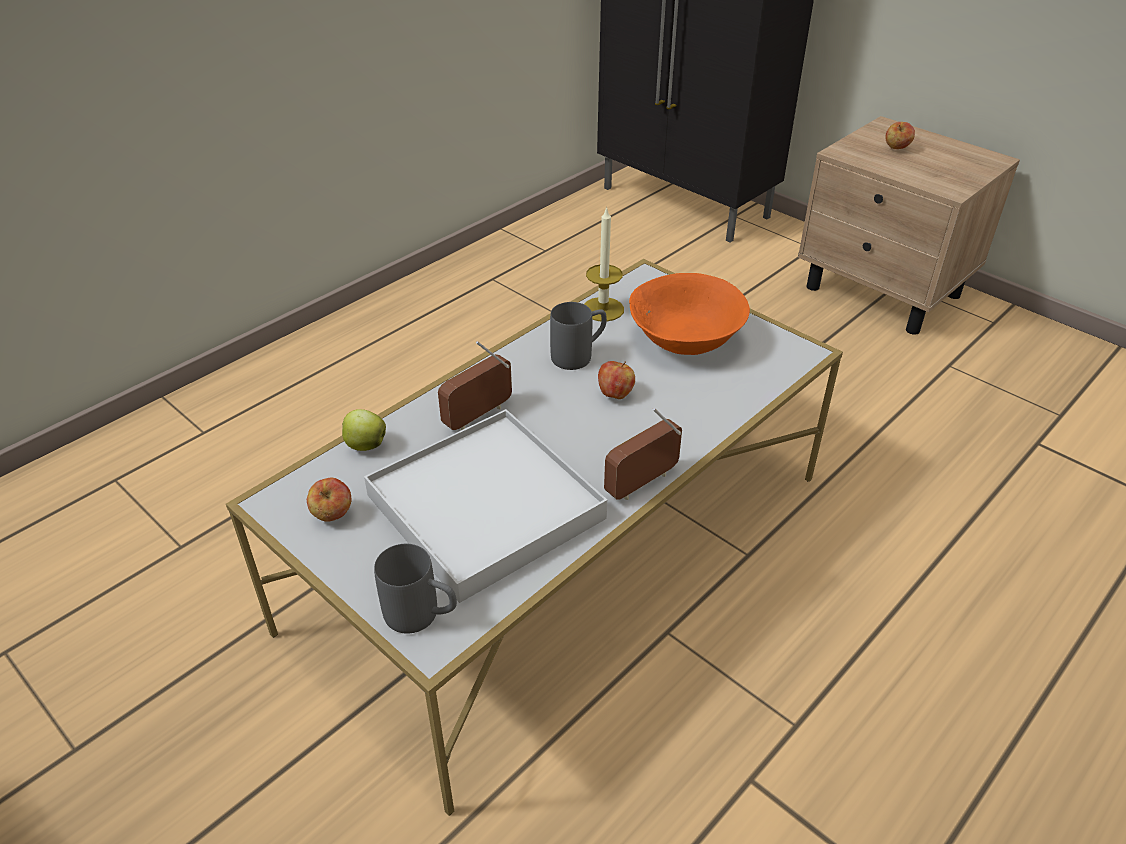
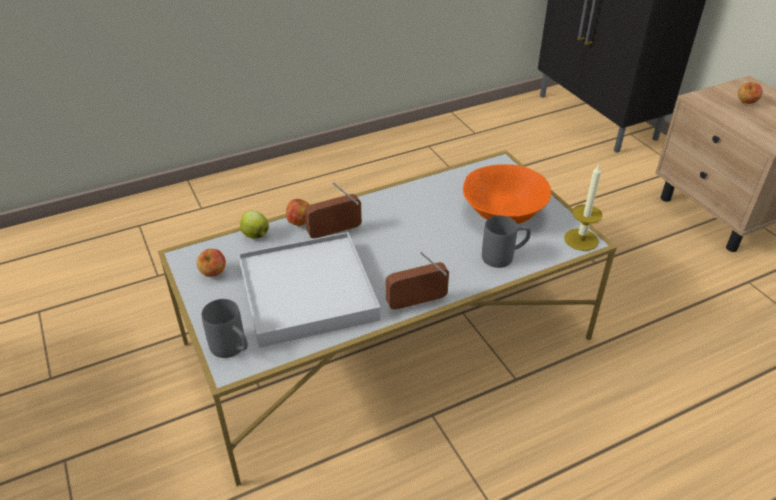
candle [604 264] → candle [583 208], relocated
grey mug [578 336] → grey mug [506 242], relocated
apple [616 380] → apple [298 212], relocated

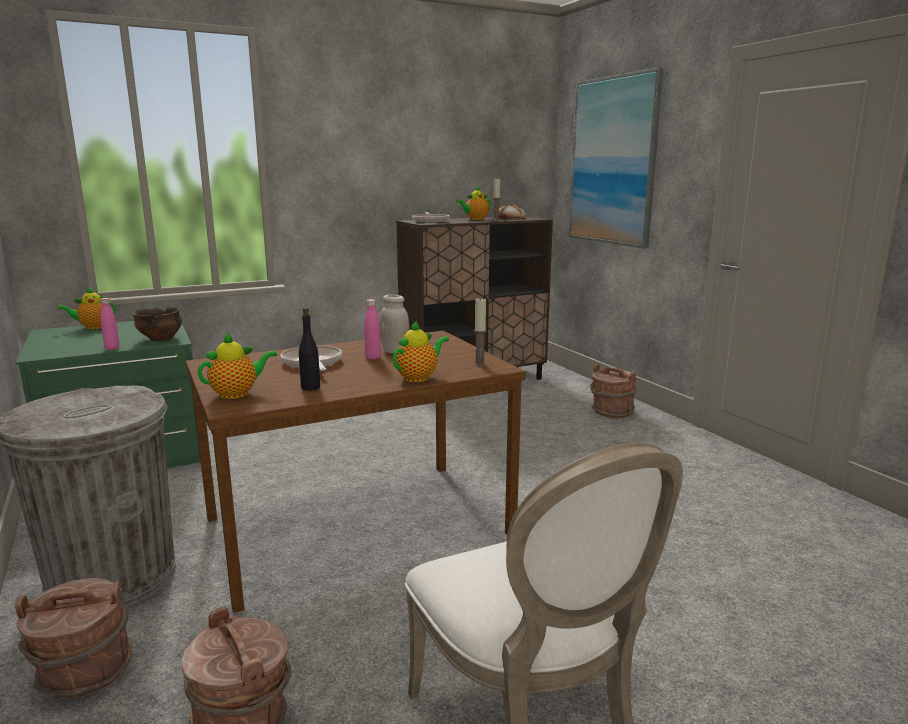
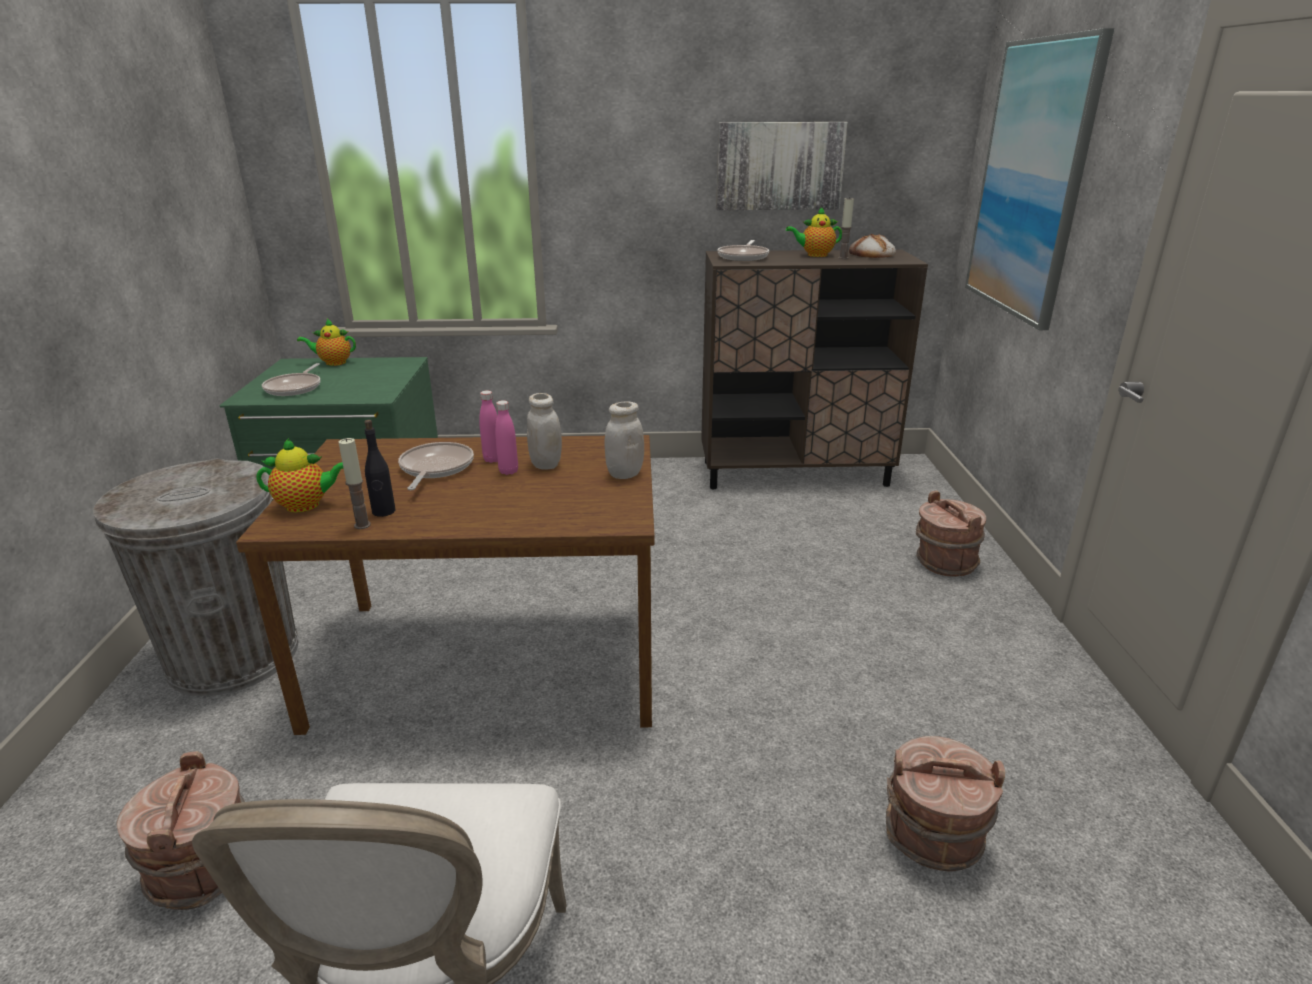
candle [480 331] → candle [354 483], relocated
pink bottle [109 324] → pink bottle [488 427], relocated
bowl [157 324] → -
teapot [420 351] → -
brown bucket [73 638] → brown bucket [945 804], relocated
- → picture [782 166]
- → frying pan [291 379]
- → white jar [624 440]

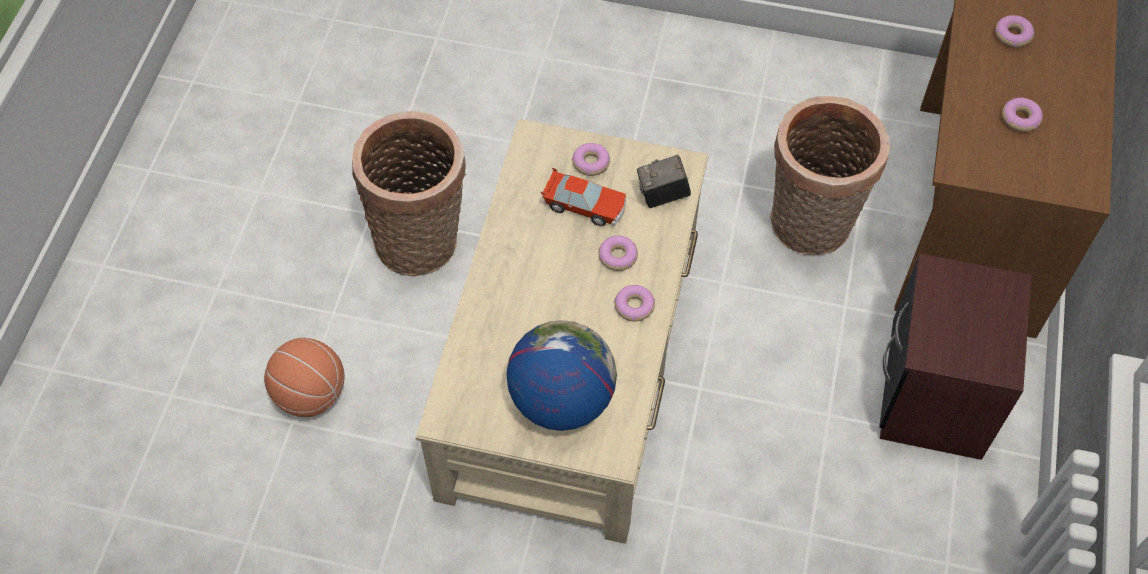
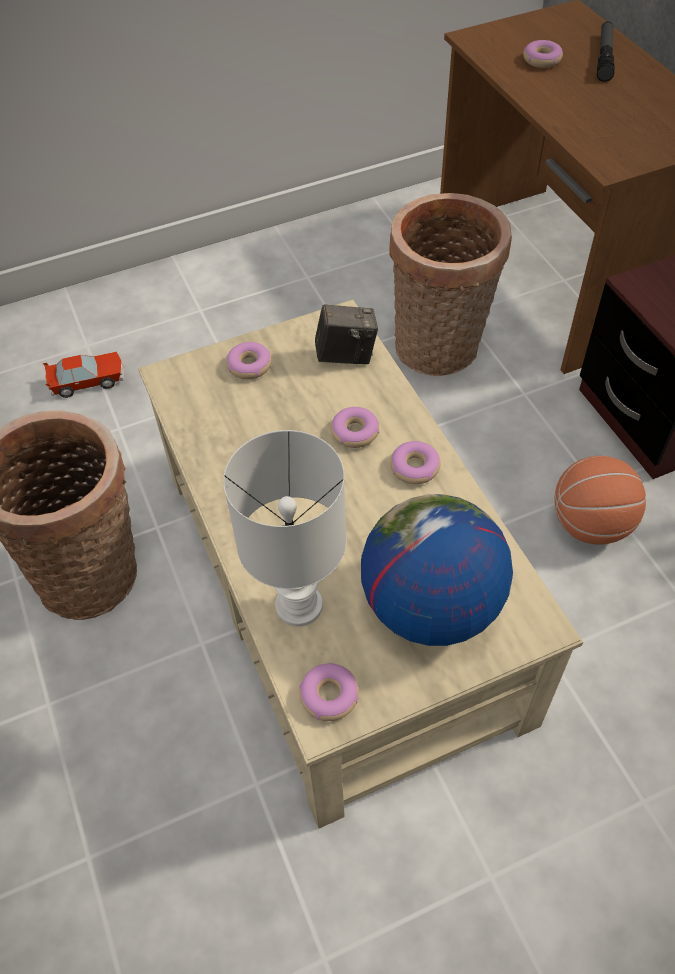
donut [1022 115] → donut [329 692], relocated
photo camera [664 181] → photo camera [346 334], 135 degrees counterclockwise
toy car [583 197] → toy car [83 375], relocated
basketball [304 377] → basketball [600 500], relocated
- → flashlight [605 51]
- → white table lamp [284 528]

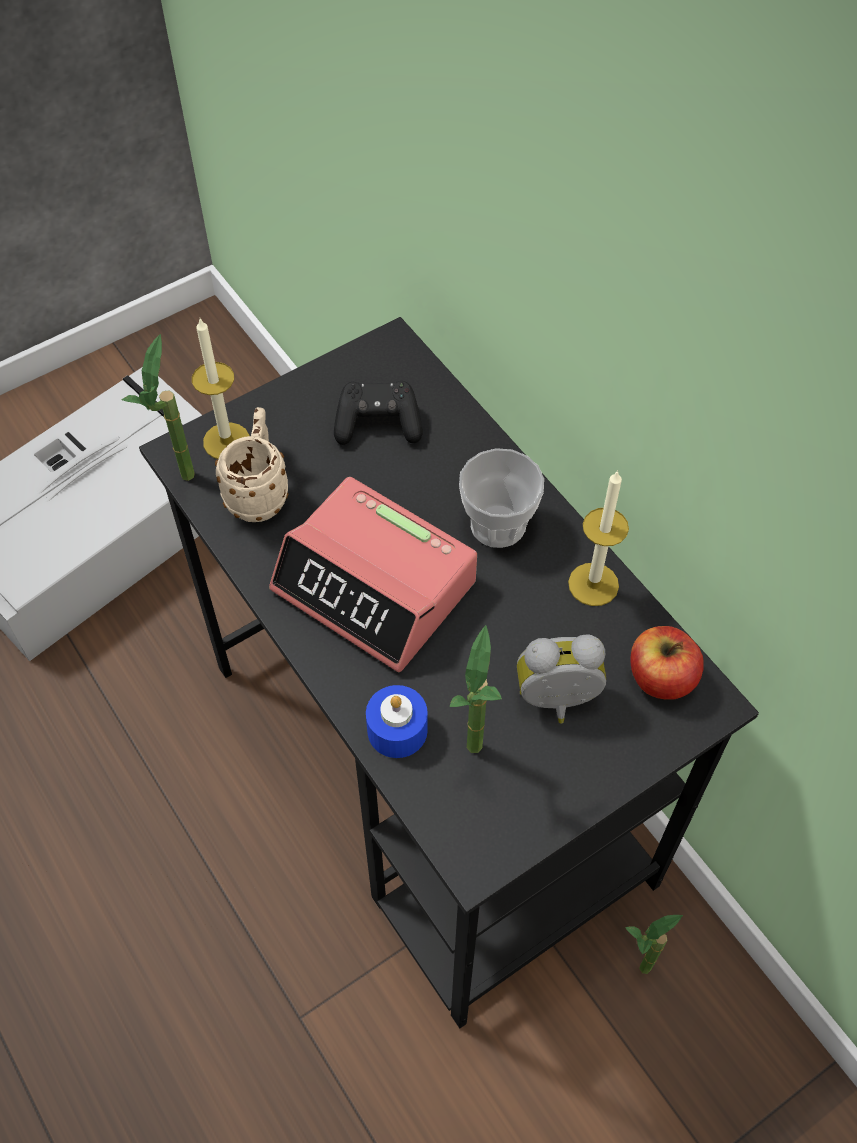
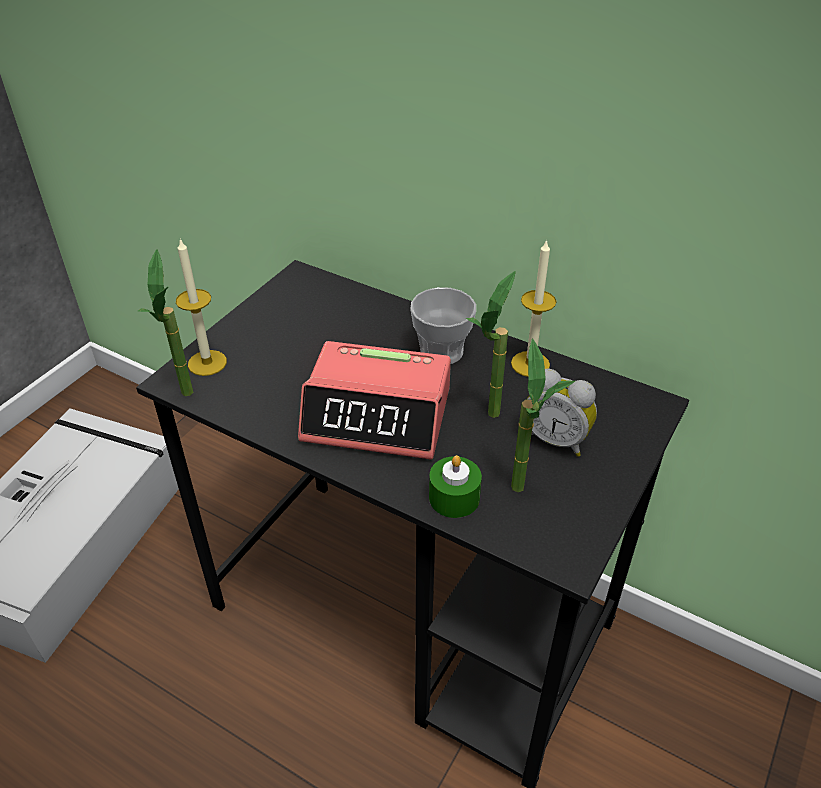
black game controller [378 413] → -
beige mug [251 464] → -
apple [667 663] → -
alarm clock [561 678] → alarm clock [562 413], 120 degrees counterclockwise
blue candle [397 721] → green candle [455 486]
potted plant [654 944] → potted plant [491 344], relocated

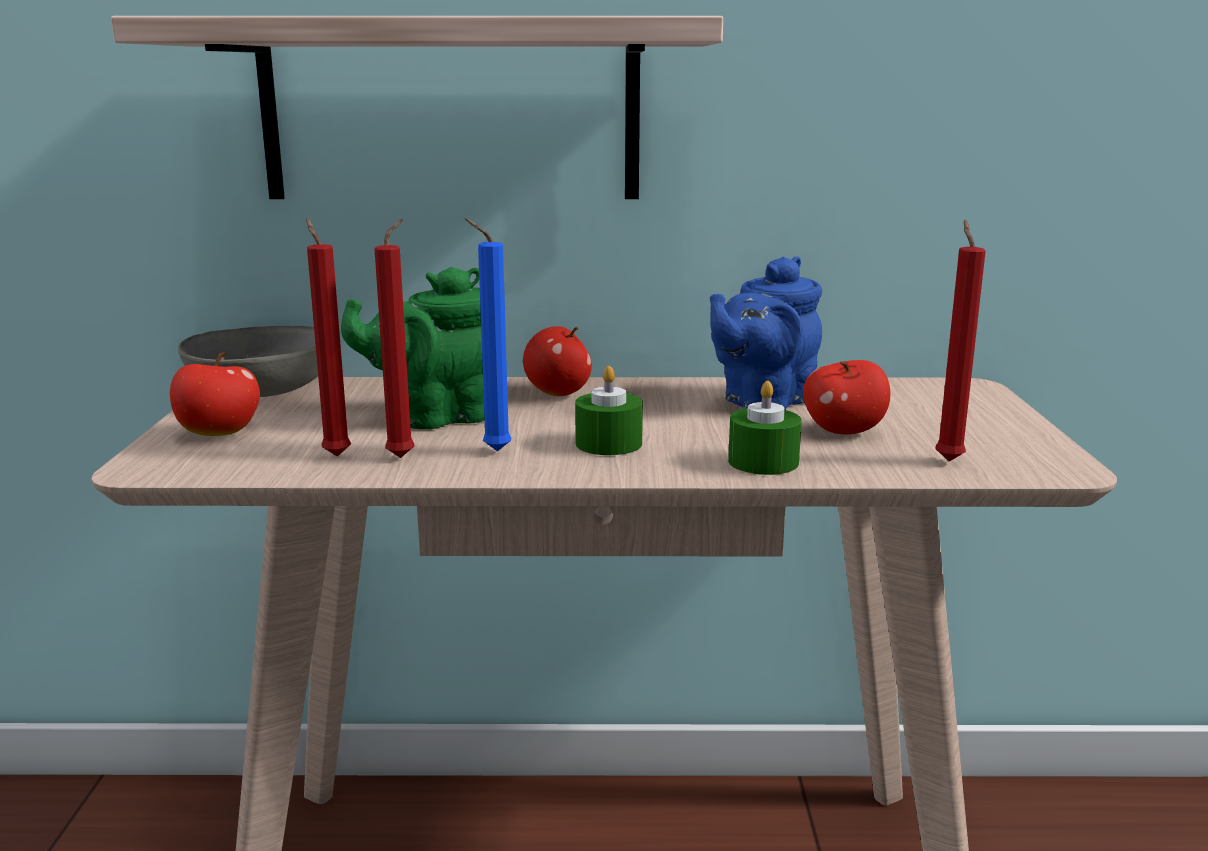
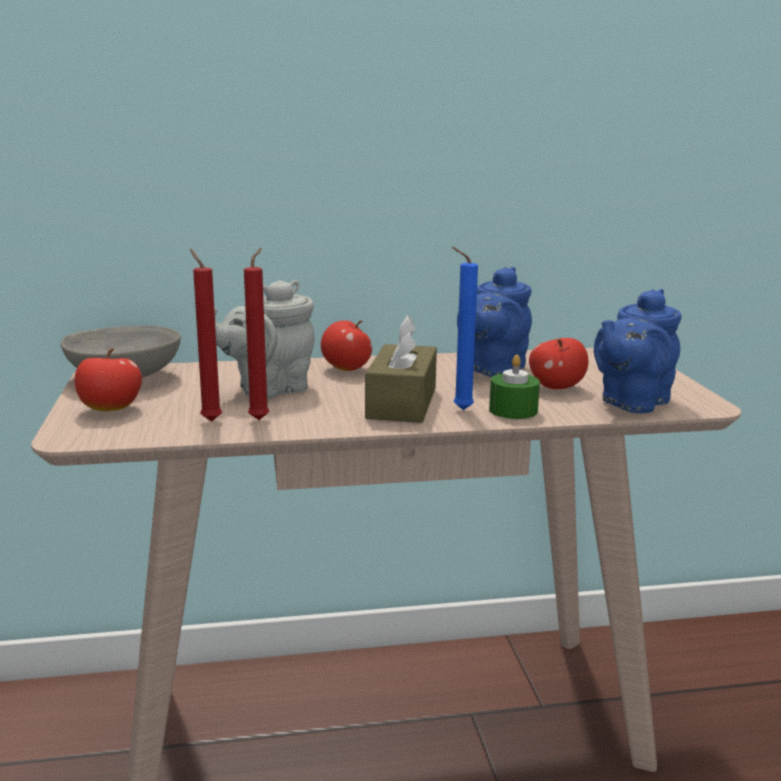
shelf [417 107] → -
blue candle [488 334] → blue candle [465 328], relocated
red candle [960 341] → blue teapot [637 351]
green teapot [413 348] → grey teapot [264 339]
green candle [609 410] → brown tissue box [401 369]

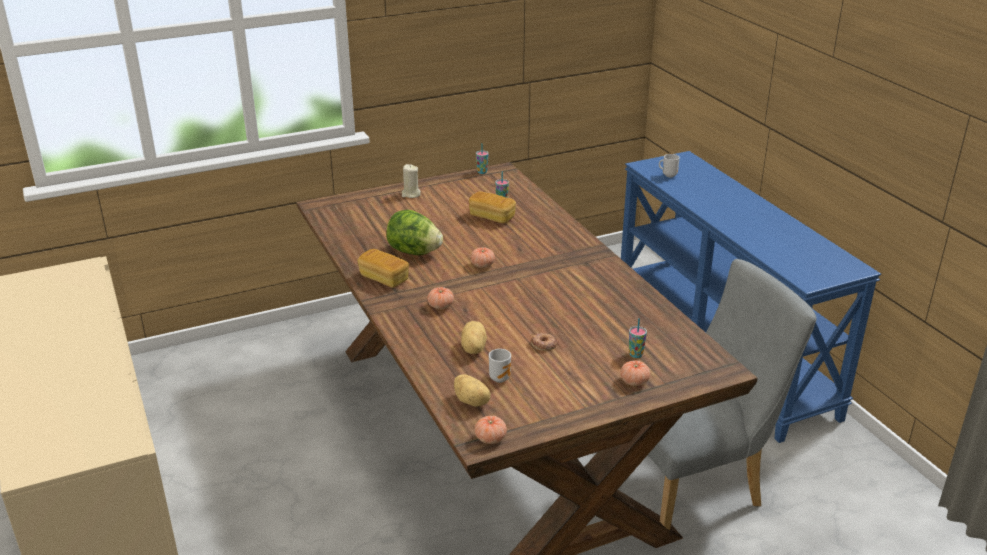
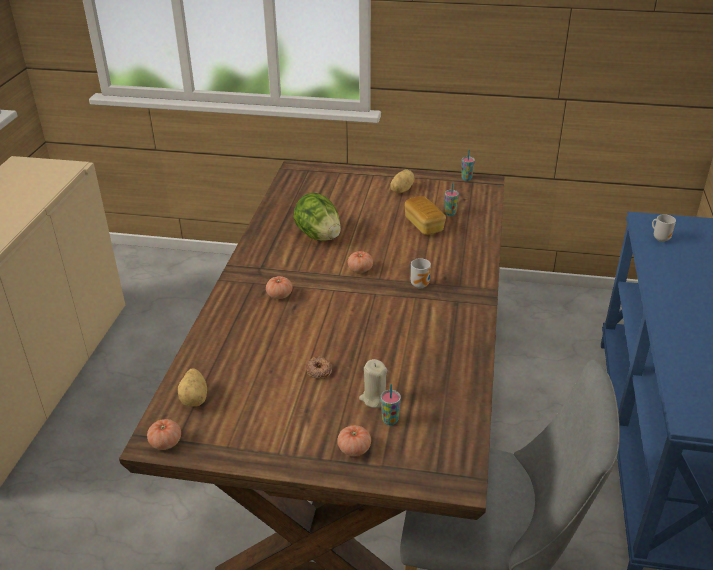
beige candle [411 181] → beige candle [373 383], relocated
bread [383 268] → -
potato [474 337] → potato [402 181], relocated
mug [500 366] → mug [421 273], relocated

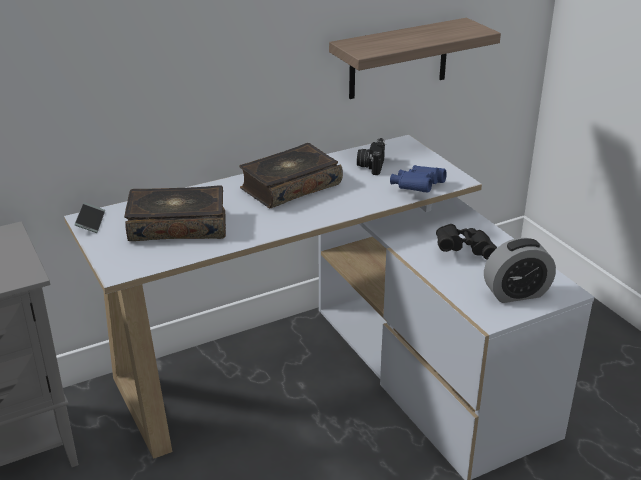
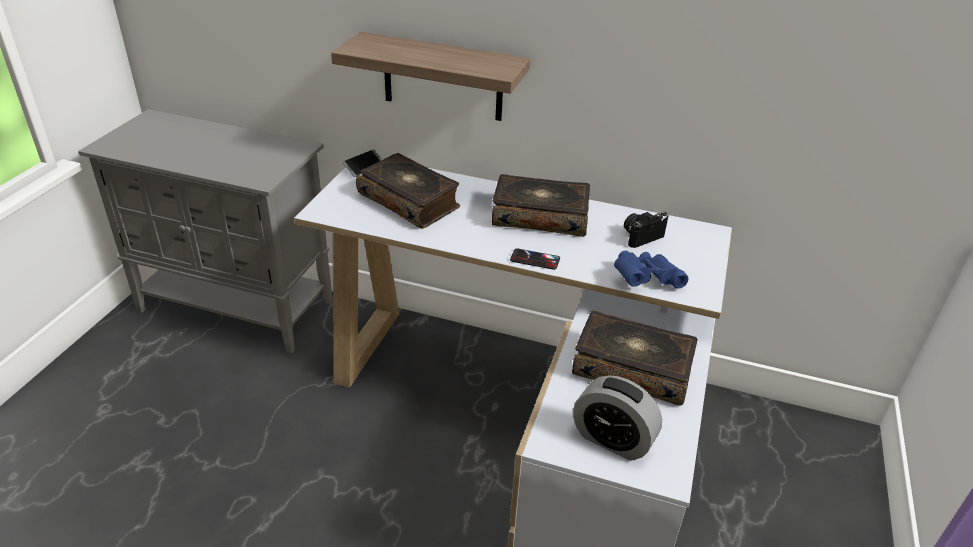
shelf [415 58] → shelf [430 76], relocated
black binoculars [466 242] → book [635 358]
- → phone [535 259]

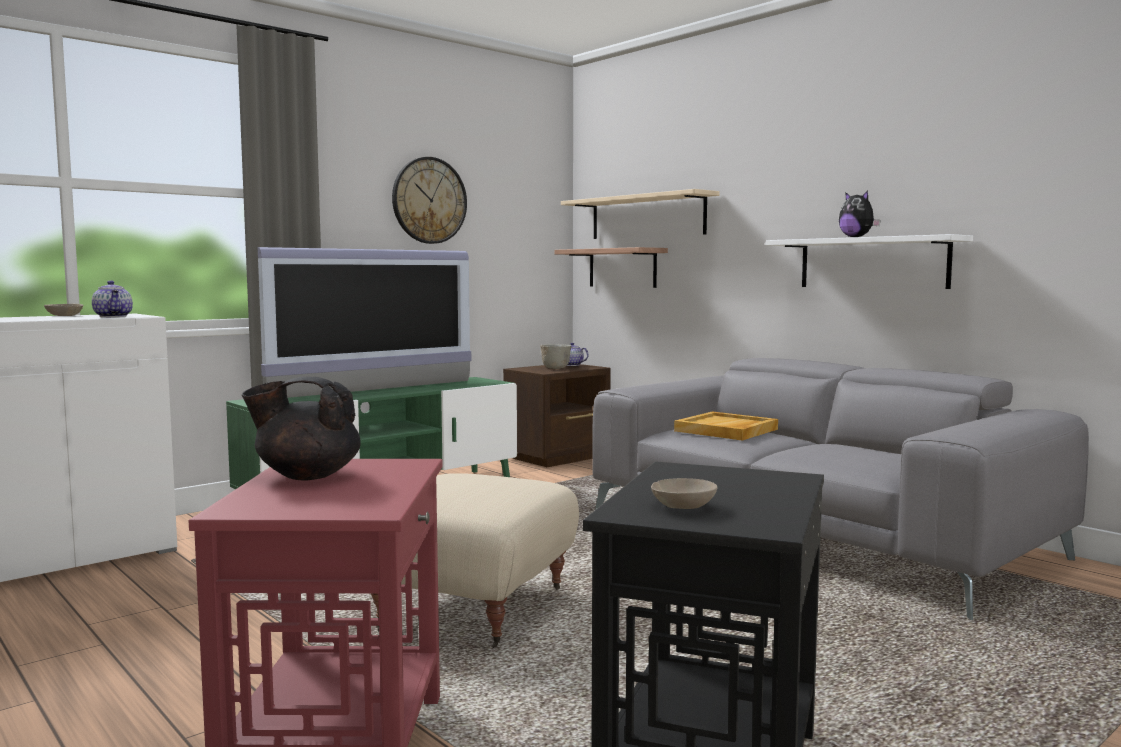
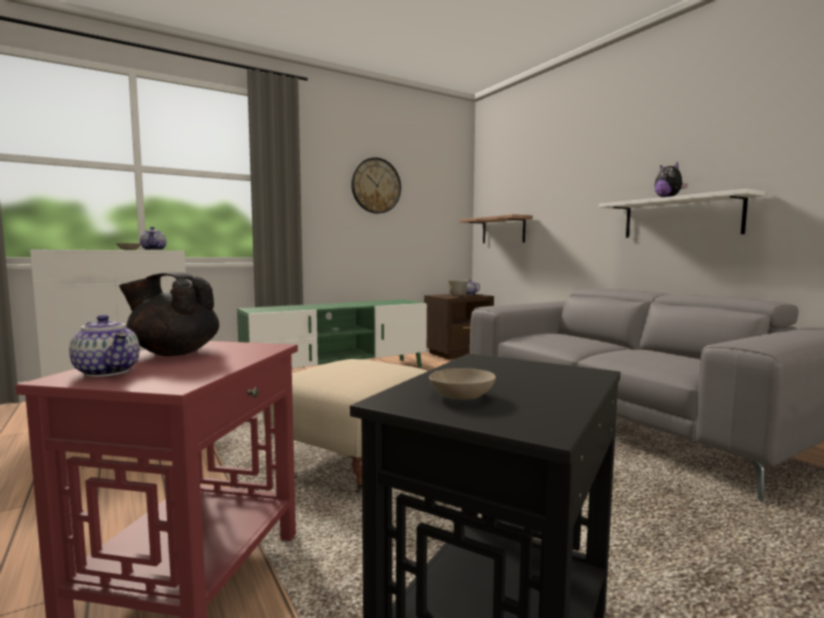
beige shelf [640 214] → -
television [364 322] → -
beige tray [726 425] → -
- → teapot [104 346]

